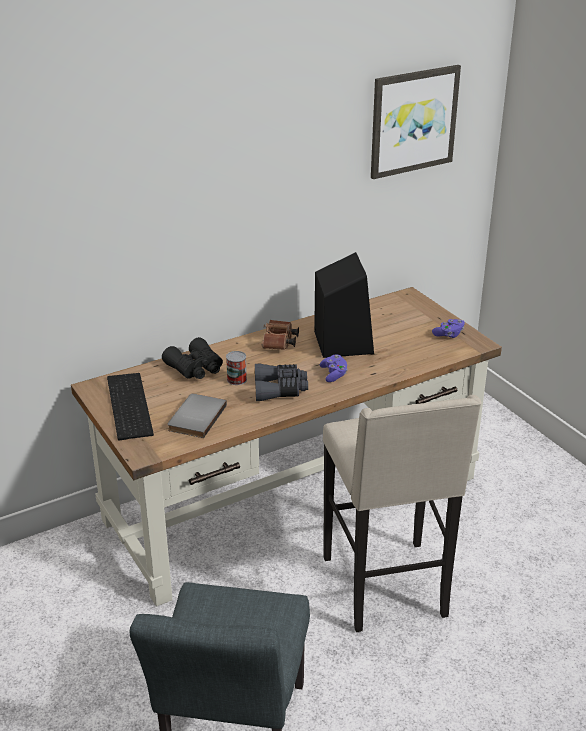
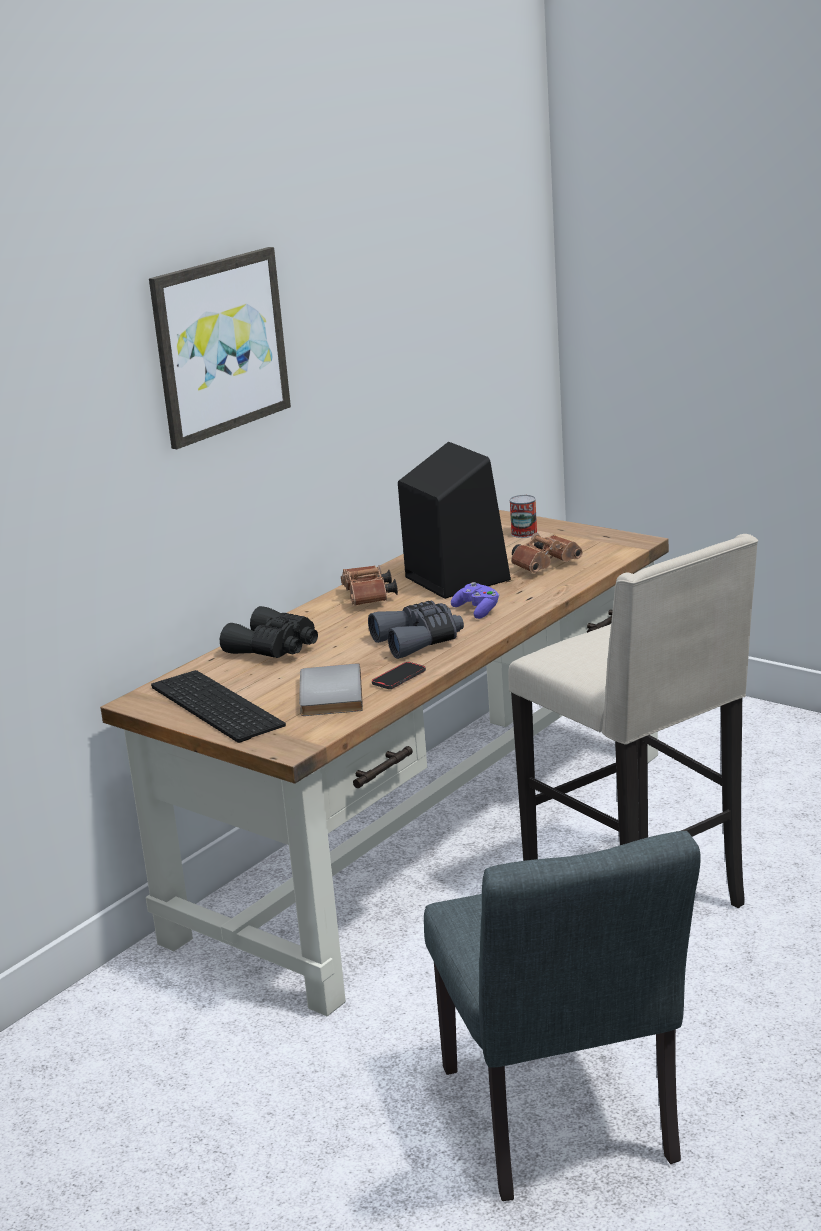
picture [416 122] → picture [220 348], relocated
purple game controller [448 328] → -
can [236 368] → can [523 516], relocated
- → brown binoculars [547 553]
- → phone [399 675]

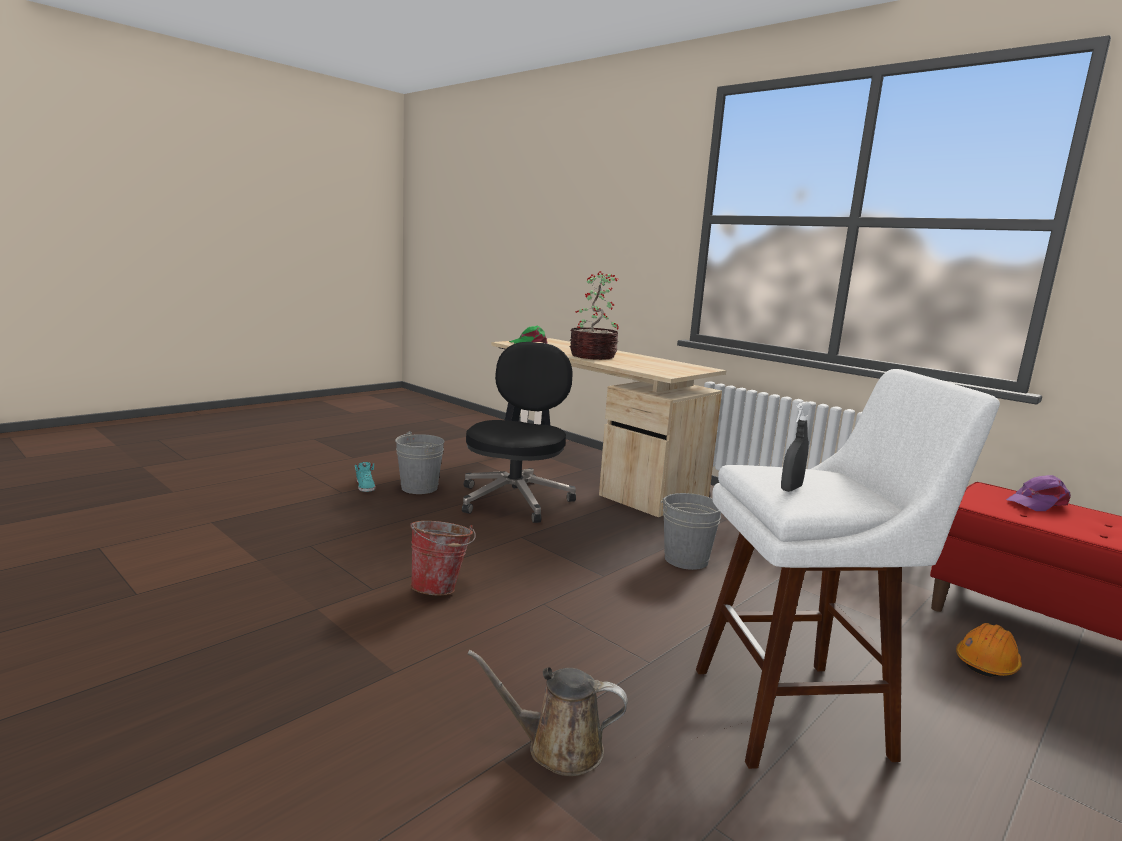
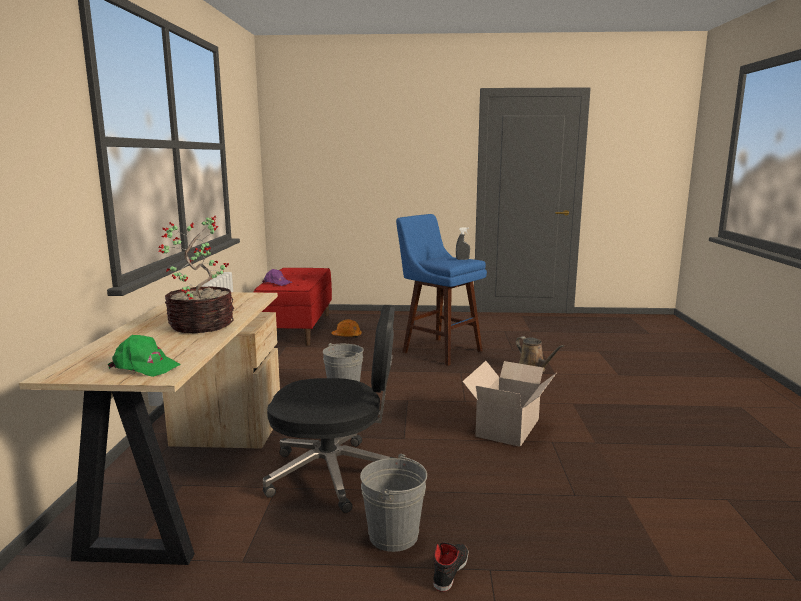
black office chair [519 432] → black office chair [329 409], 150 degrees counterclockwise
white stool [848 569] → blue stool [441 290]
turquoise shoe [364 477] → black shoe [451 567]
bucket [442 558] → cardboard box [509 404]

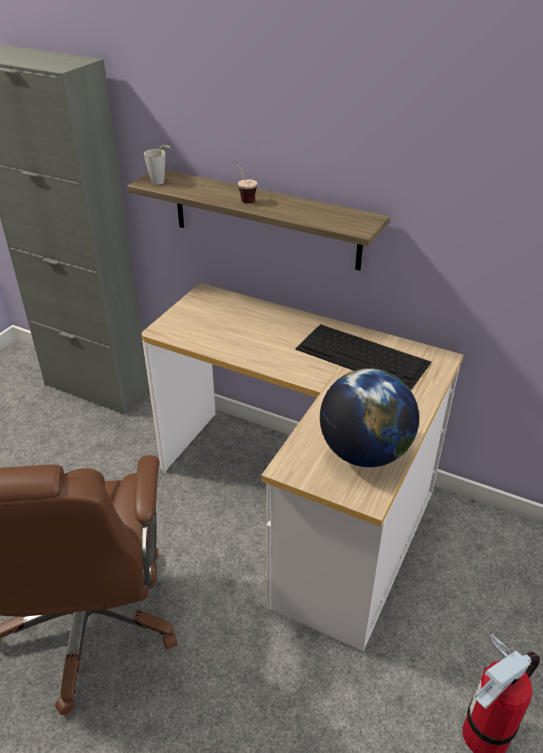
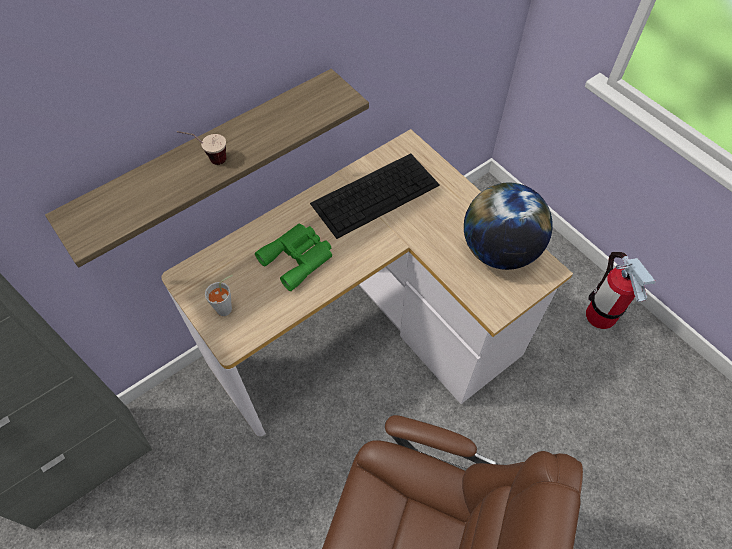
grey cup [157 165] → grey cup [219 295], relocated
- → green binoculars [293 257]

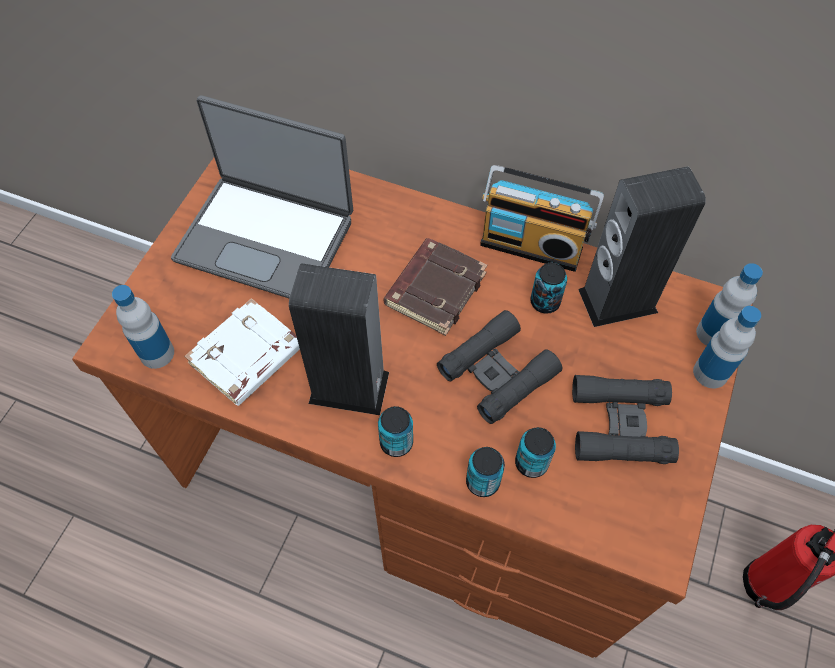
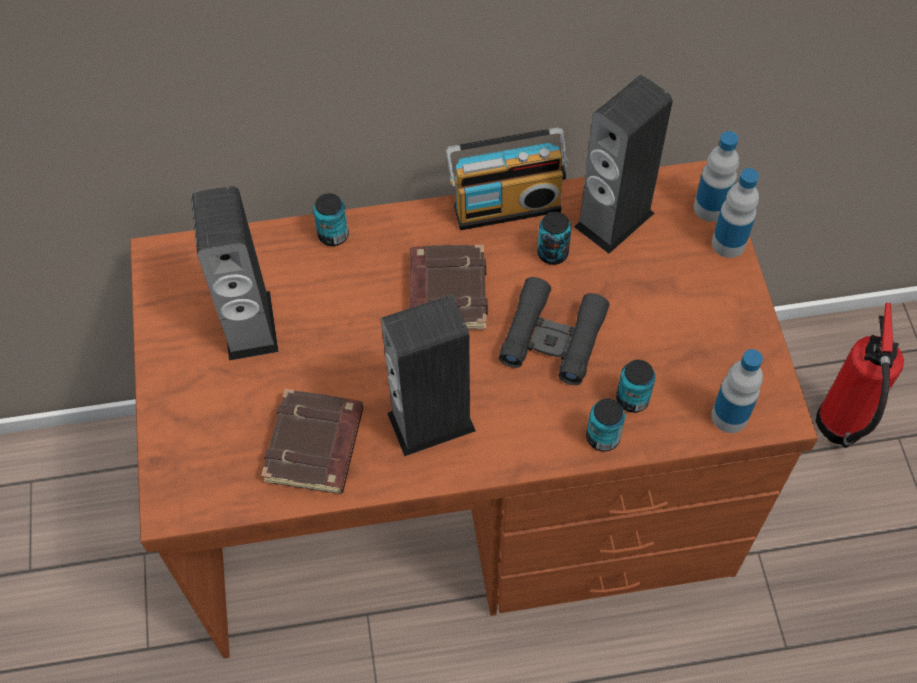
laptop [262 196] → speaker [235 273]
bottle [143 327] → bottle [737 391], relocated
white book [242 352] → brown book [312 441]
black binoculars [625 419] → -
can [395 431] → can [331 219], relocated

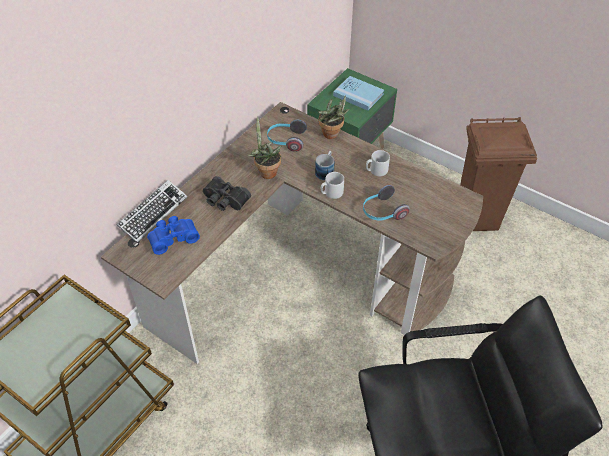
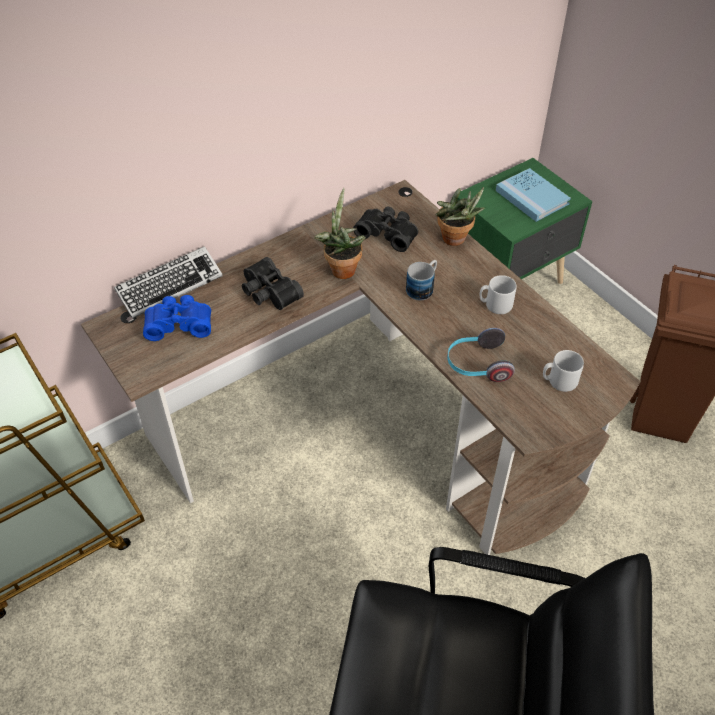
headphones [287 136] → black binoculars [385 229]
grey mug [332 185] → grey mug [563 371], relocated

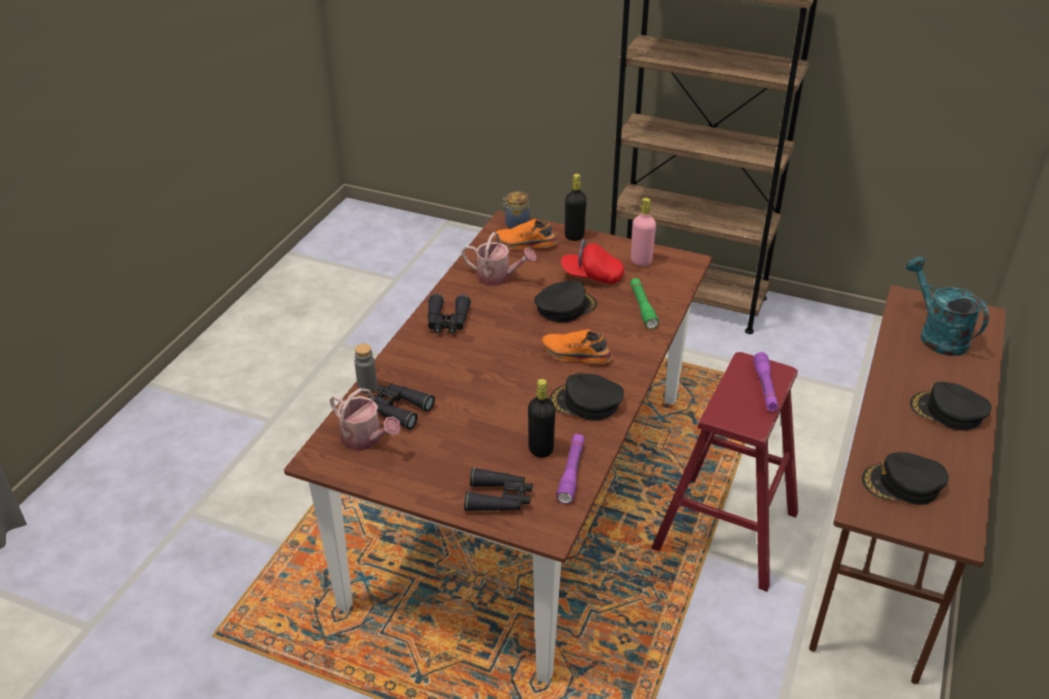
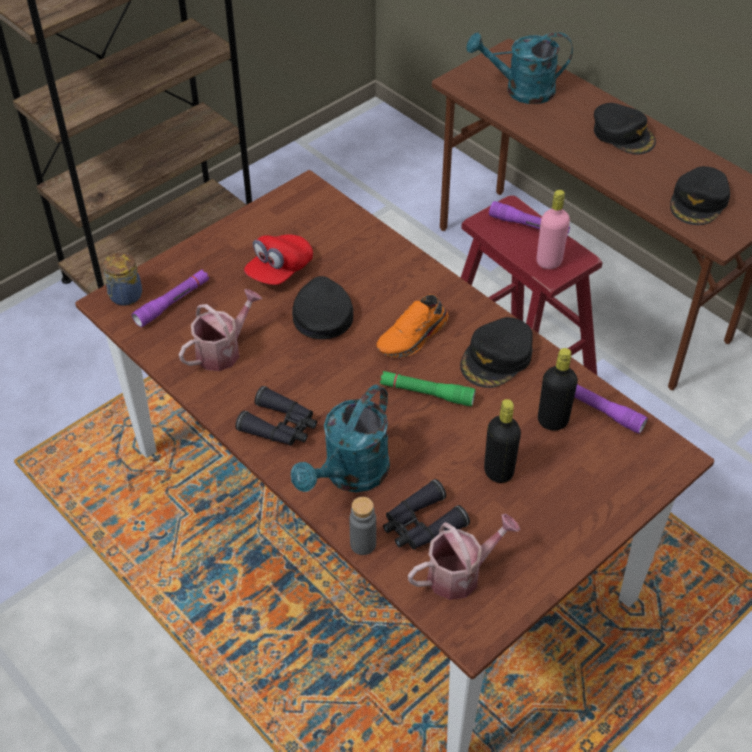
black bottle [576 207] → black bottle [502 441], relocated
pink bottle [643 232] → pink bottle [553 229], relocated
orange shoe [525 234] → purple flashlight [170 298]
green flashlight [644 303] → green flashlight [428 388], relocated
black cap [951 406] → black cap [625 129], 90 degrees counterclockwise
black binoculars [498 489] → -
- → turquoise watering can [340 439]

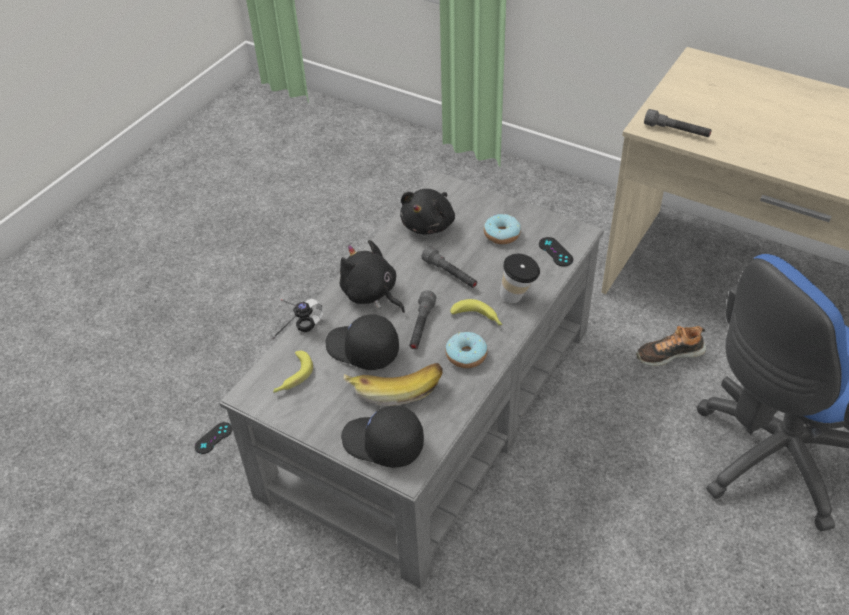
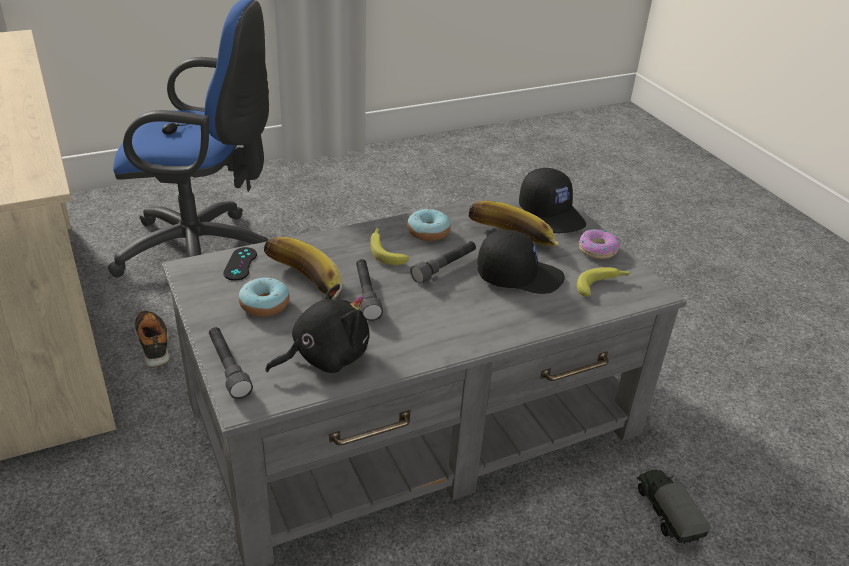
grey flashlight [678 123] → grey flashlight [231 363], relocated
black plush toy [372 276] → -
cup [520 278] → -
headphones [297 318] → -
black cap [362 342] → black cap [520 262], 60 degrees counterclockwise
shoe [671 346] → shoe [152 339], 135 degrees counterclockwise
black game controller [213 438] → toy truck [673 507]
- → donut [599 244]
- → banana [303 268]

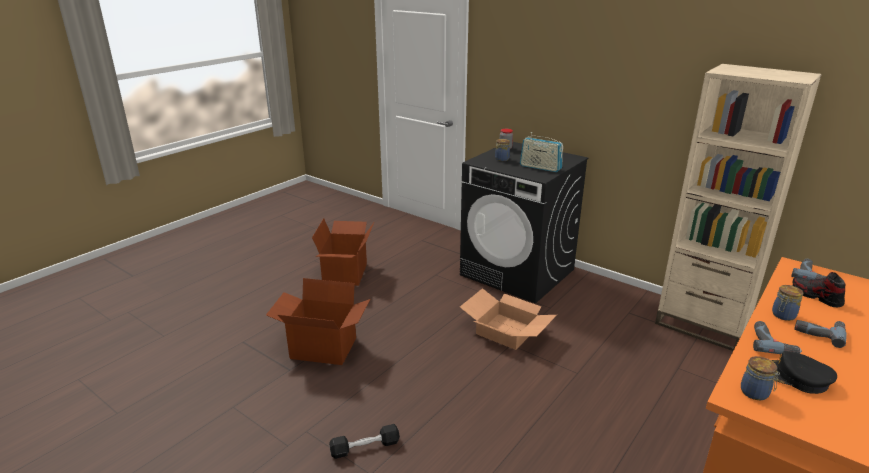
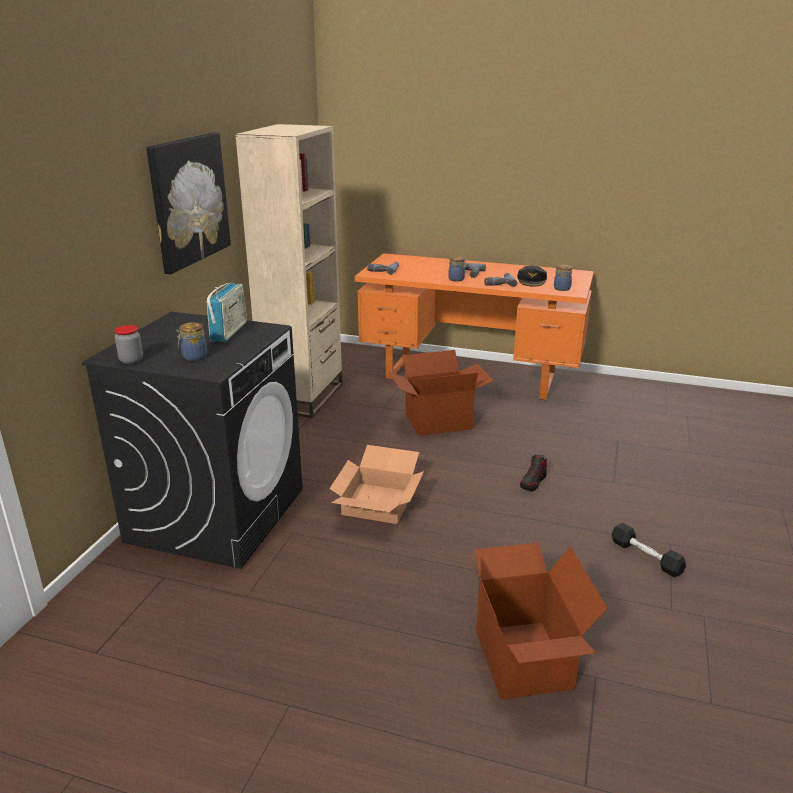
cardboard box [343 252] → cardboard box [441 393], relocated
shoe [819 289] → shoe [533 473], relocated
- → picture [188 203]

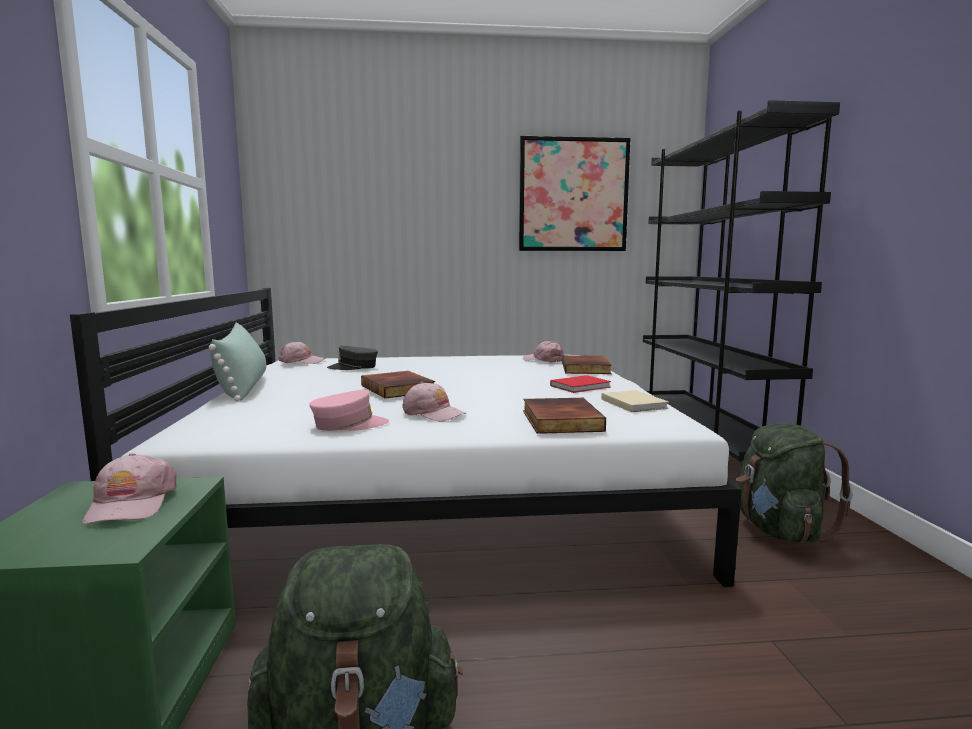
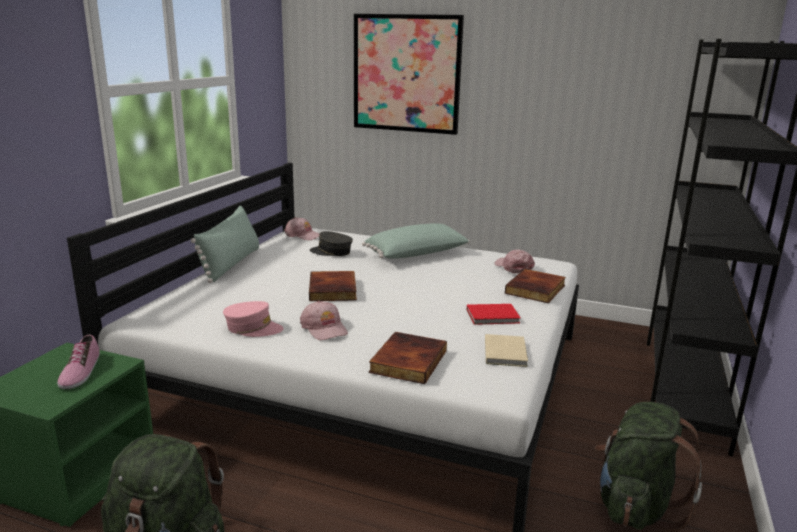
picture [575 193] → picture [409 74], relocated
pink cap [129 488] → shoe [78 361]
- → green pillow [416 241]

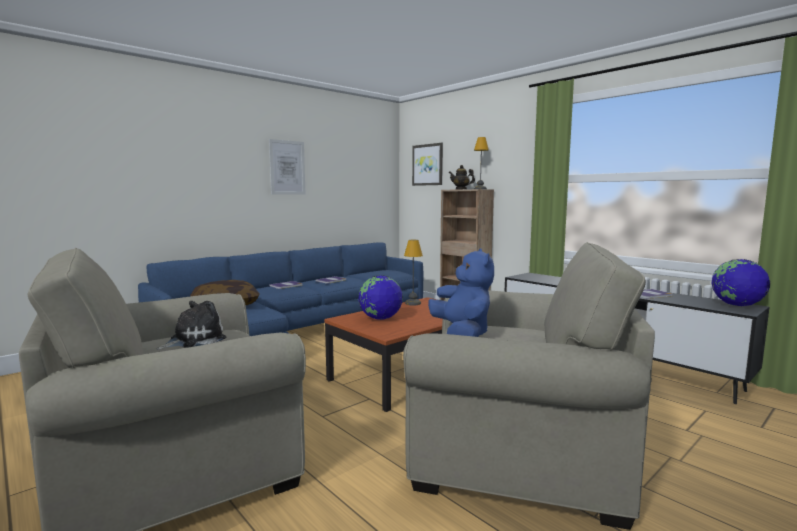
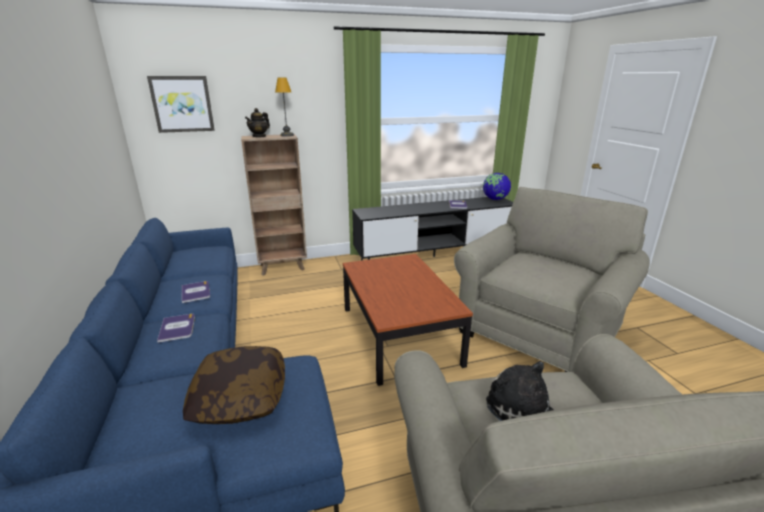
picture [287 167] → -
table lamp [413 273] → -
blue plush toy [461 293] → -
globe [381 297] → -

